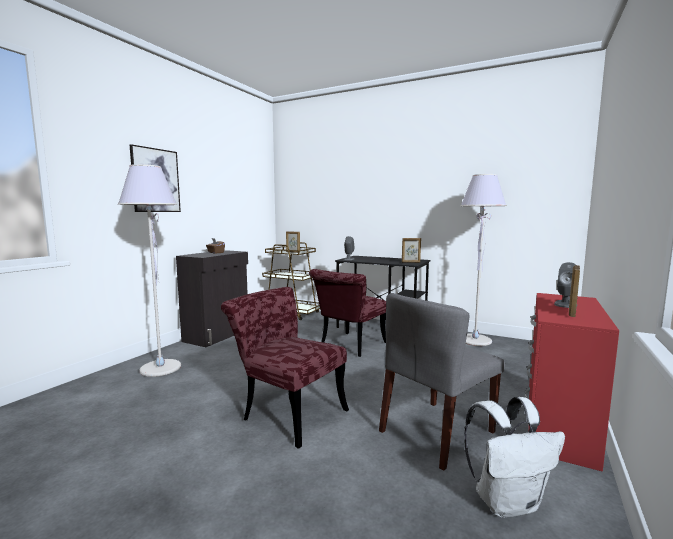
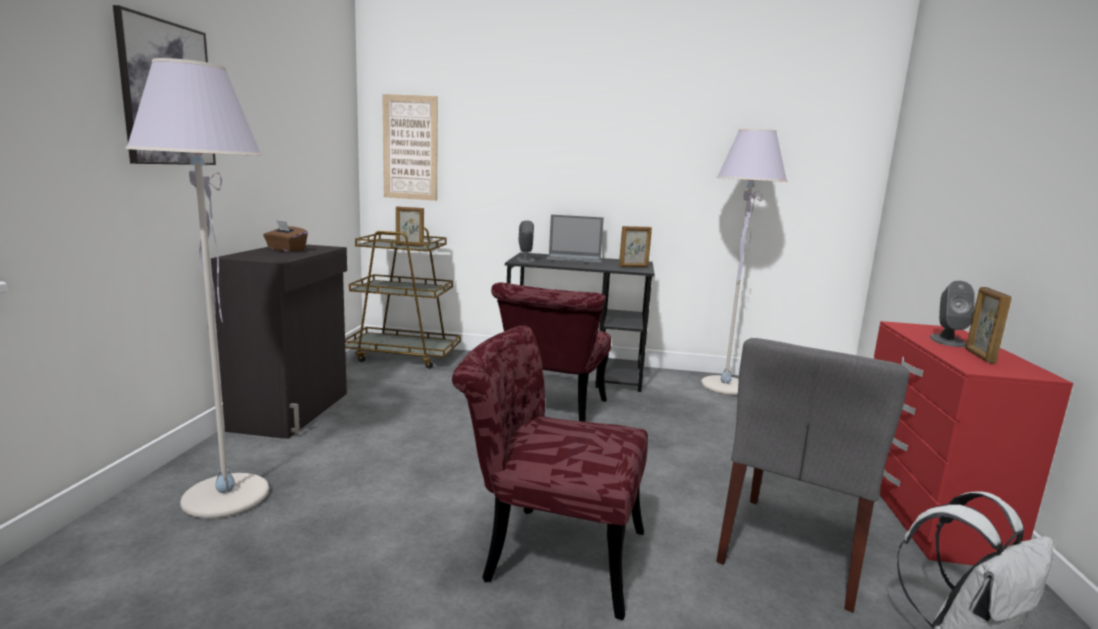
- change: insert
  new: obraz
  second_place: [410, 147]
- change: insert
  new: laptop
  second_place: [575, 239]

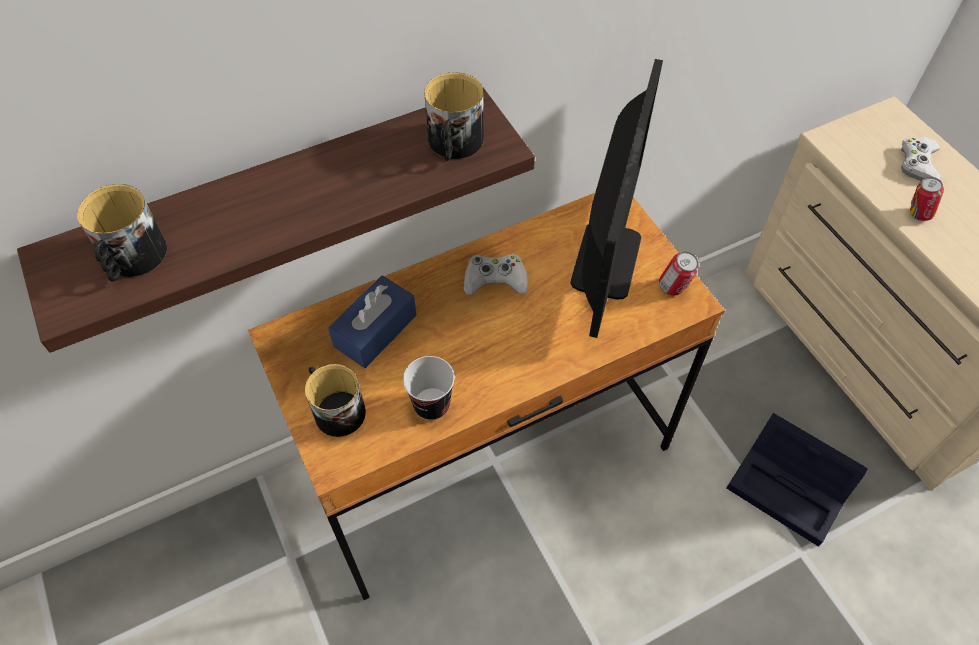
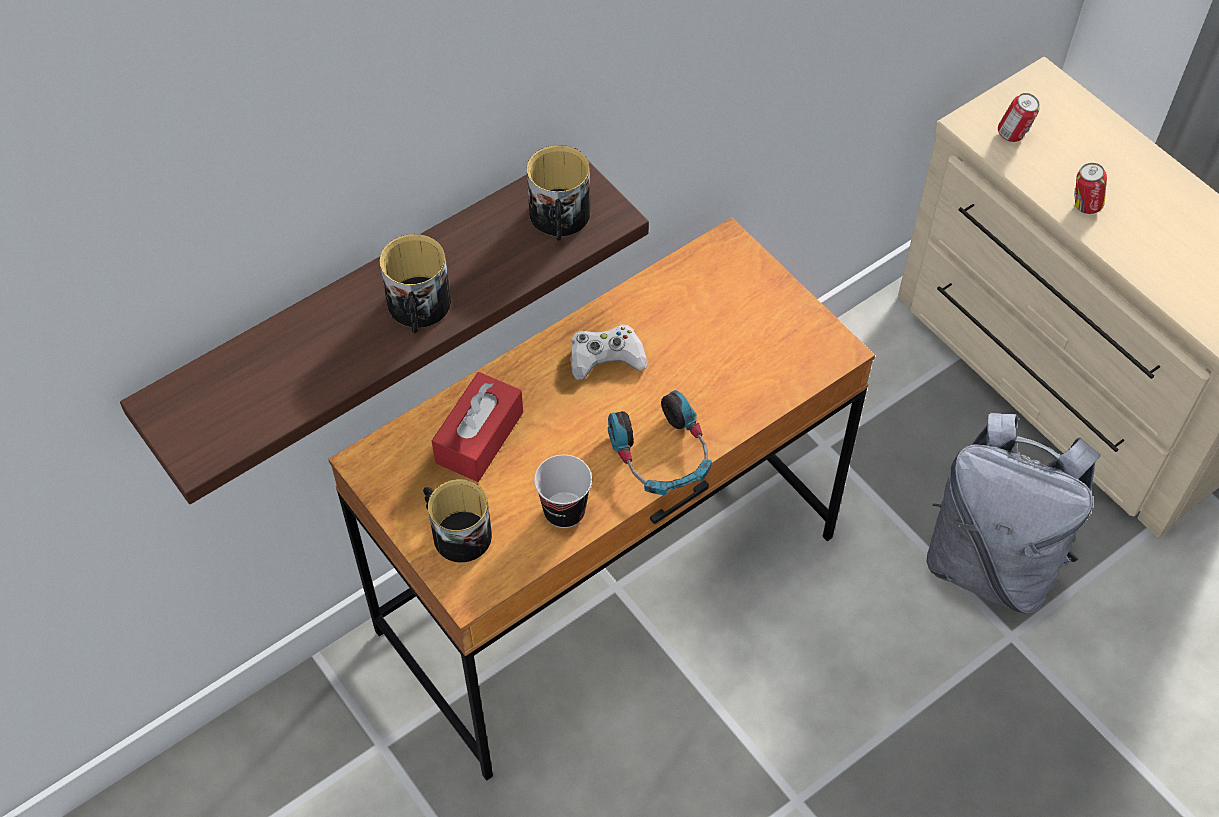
- change: move
  old: kubek
  first_place: [122, 233]
  second_place: [415, 283]
- change: recolor
  old: pudełko chusteczek/niebieski
  new: pudełko chusteczek/czerwony
  first_place: [372, 321]
  second_place: [477, 427]
- change: delete
  old: monitor
  first_place: [616, 198]
- change: move
  old: puszka
  first_place: [679, 274]
  second_place: [1018, 117]
- change: replace
  old: pojemnik do przechowywania/czarny
  new: plecak/szary
  first_place: [797, 480]
  second_place: [1013, 513]
- change: delete
  old: pad do gier/biały
  first_place: [921, 159]
- change: insert
  new: słuchawki
  second_place: [660, 442]

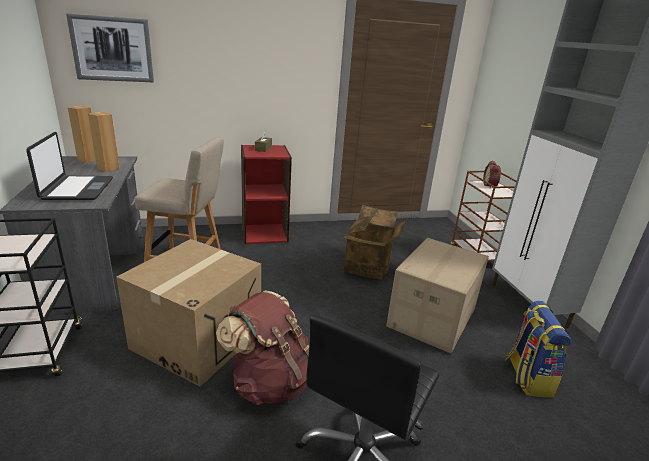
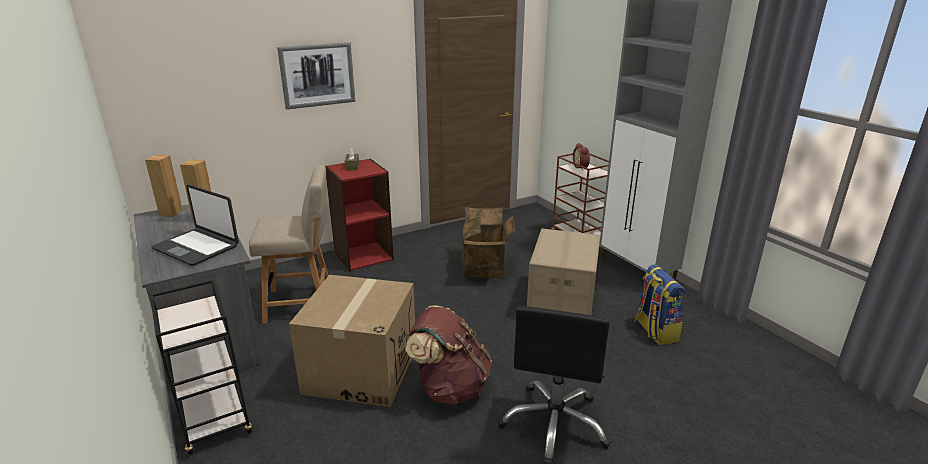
- change: rotate
  old: laptop
  first_place: [69, 166]
  second_place: [195, 225]
  degrees: 150
- change: move
  old: obraz
  first_place: [110, 48]
  second_place: [316, 76]

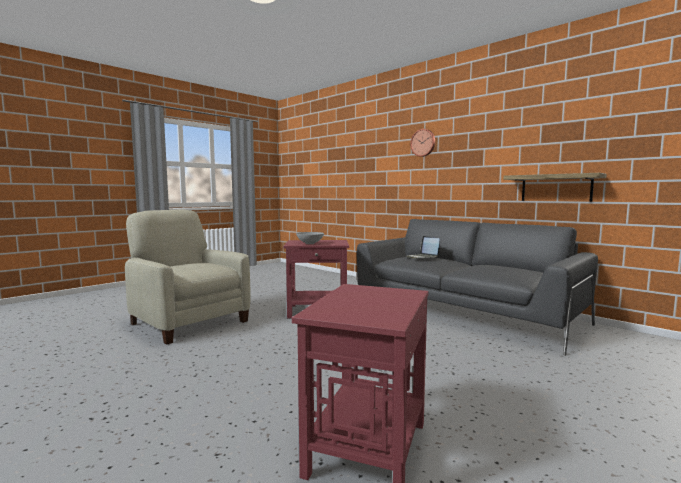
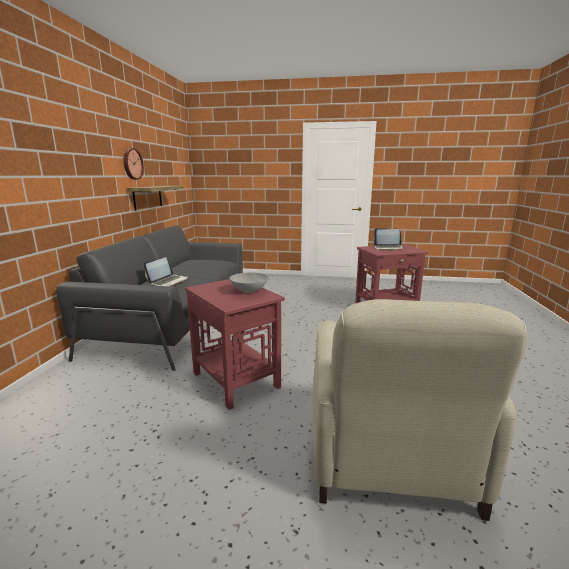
- change: move
  old: zegar ścienny
  first_place: [422, 143]
  second_place: [133, 164]
- change: insert
  new: laptop
  second_place: [388, 239]

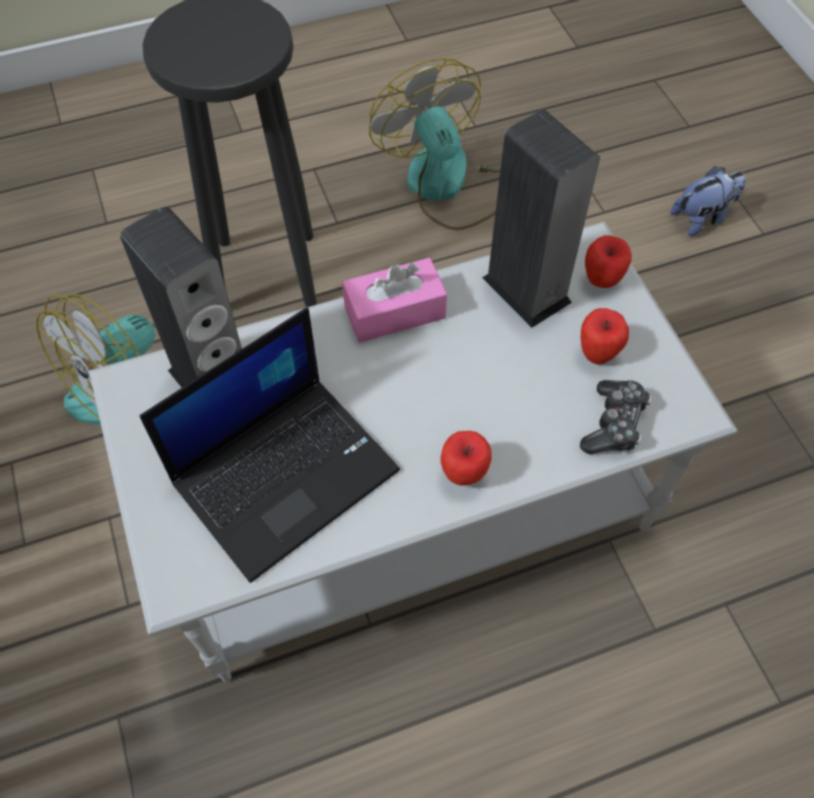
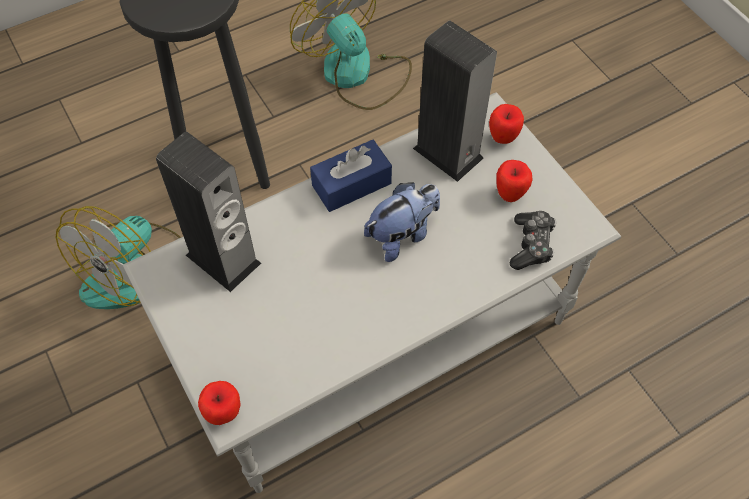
- change: delete
  old: laptop
  first_place: [269, 445]
- change: recolor
  old: pudełko chusteczek/różowy
  new: pudełko chusteczek/niebieski
  first_place: [394, 300]
  second_place: [351, 175]
- change: move
  old: jabłko
  first_place: [466, 458]
  second_place: [219, 403]
- change: move
  old: pluszak
  first_place: [708, 201]
  second_place: [402, 222]

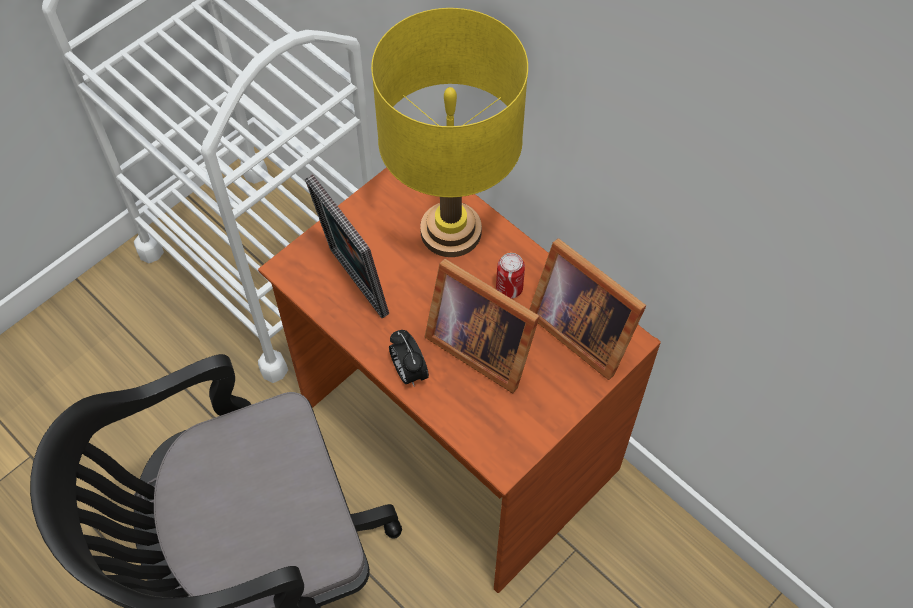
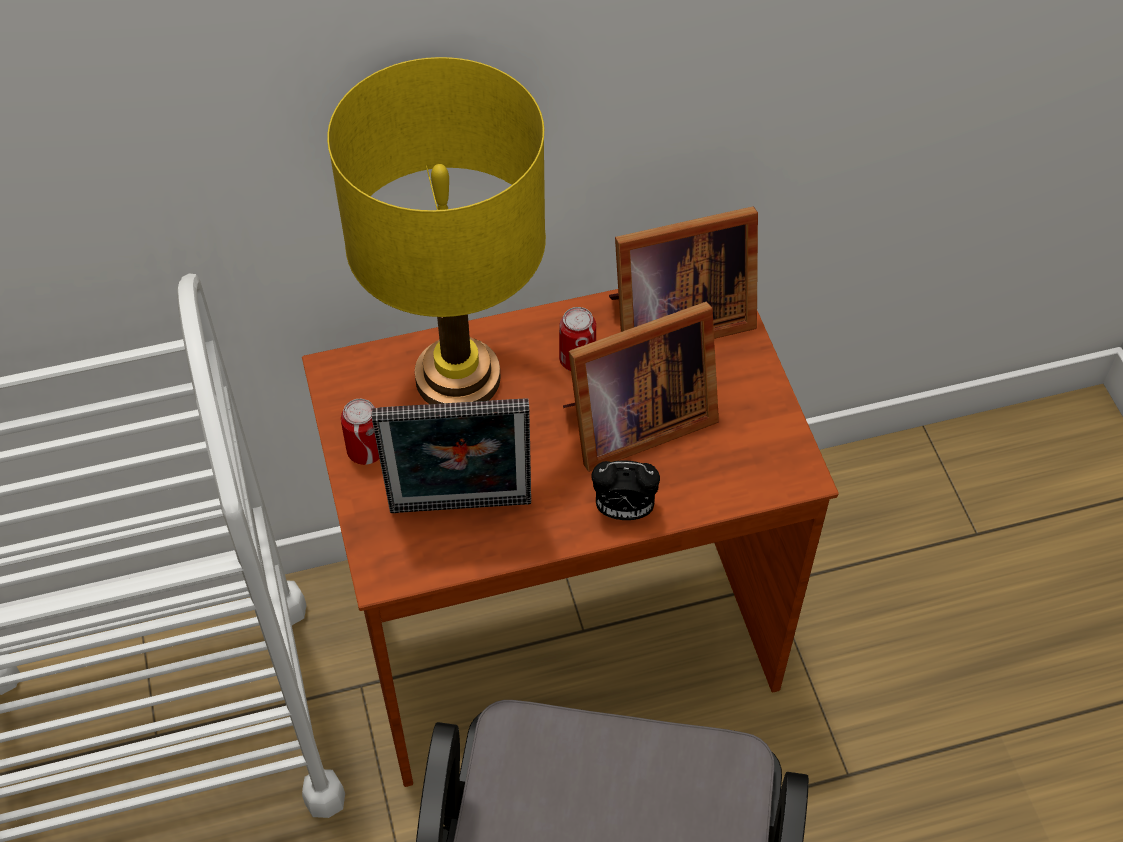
- change: insert
  new: puszka
  second_place: [360, 432]

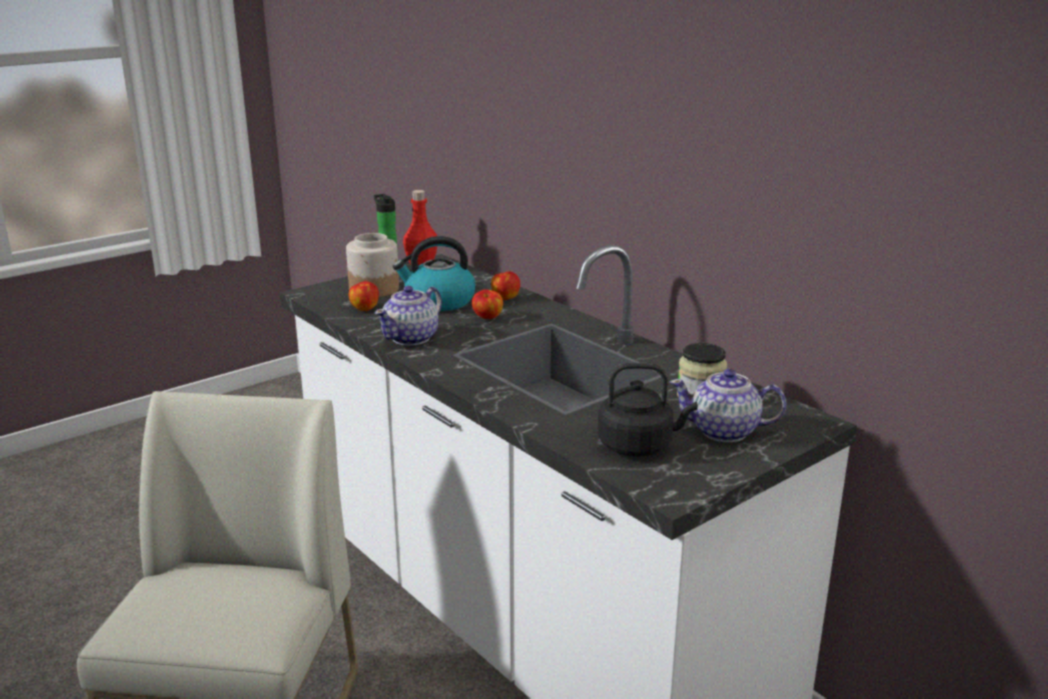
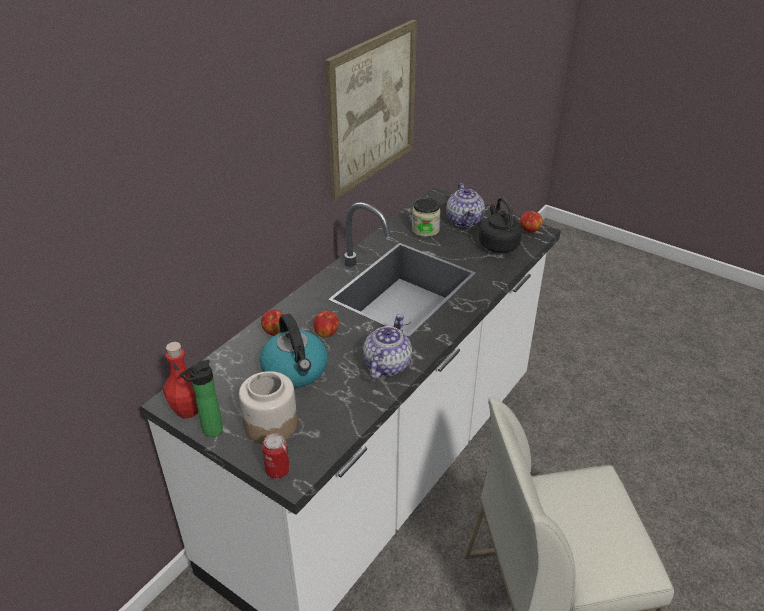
- change: move
  old: jabłko
  first_place: [363, 296]
  second_place: [531, 222]
- change: rotate
  old: imbryk
  first_place: [408, 316]
  second_place: [387, 347]
  degrees: -90
- change: insert
  new: puszka
  second_place: [276, 456]
- change: insert
  new: obraz
  second_place: [371, 110]

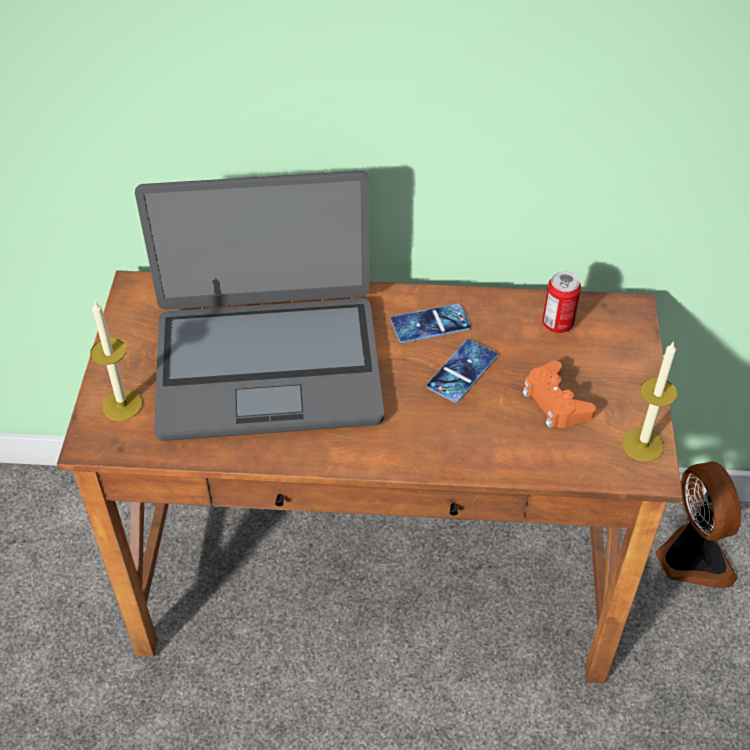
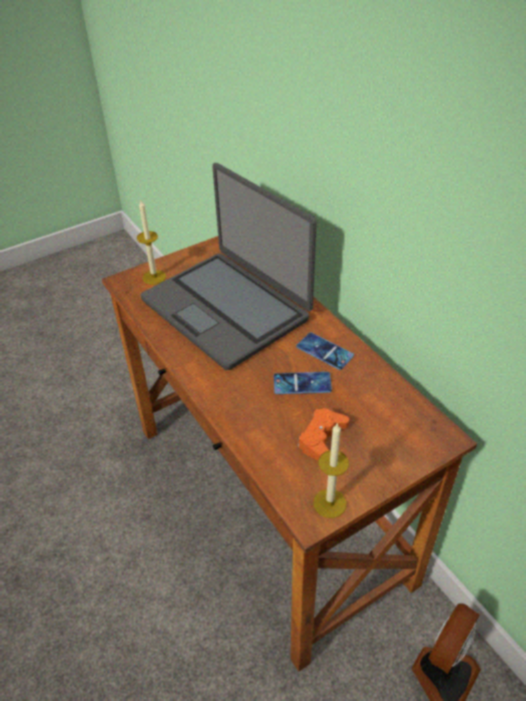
- change: delete
  old: puszka
  first_place: [561, 302]

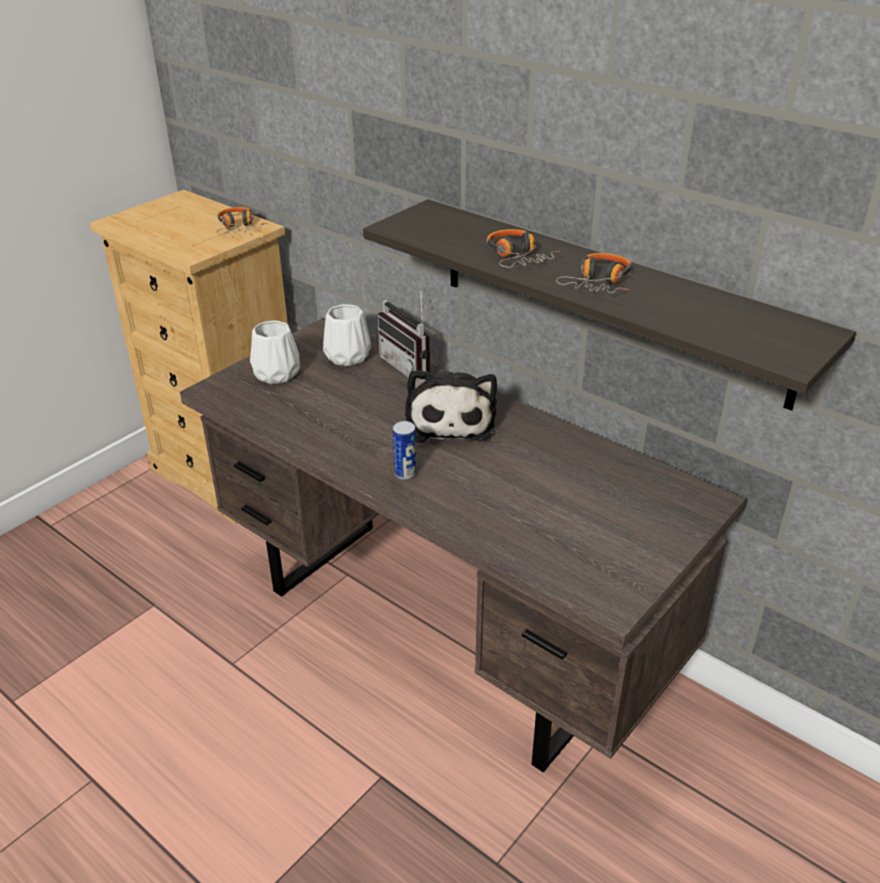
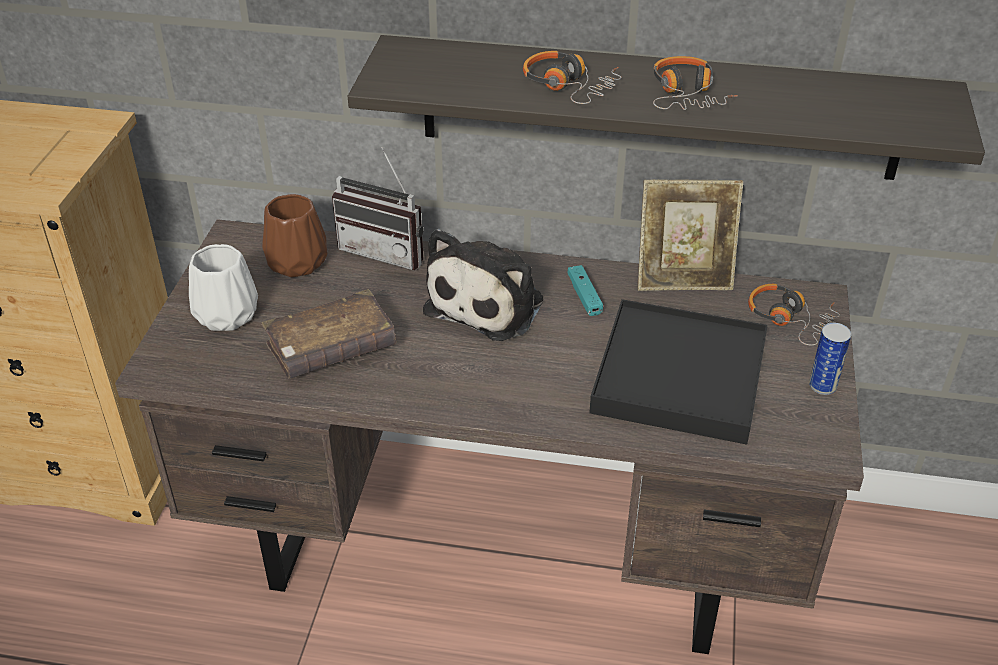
- change: move
  old: słuchawki
  first_place: [241, 221]
  second_place: [794, 315]
- change: recolor
  old: wazon/biały
  new: wazon/brązowy
  first_place: [347, 335]
  second_place: [294, 235]
- change: move
  old: puszka
  first_place: [404, 450]
  second_place: [830, 359]
- change: rotate
  old: pluszak
  first_place: [451, 406]
  second_place: [483, 285]
  degrees: 60
- change: insert
  new: książka/brązowy
  second_place: [328, 334]
- change: insert
  new: pad do gier/turkusowy
  second_place: [585, 290]
- change: insert
  new: taca/czarny
  second_place: [678, 371]
- change: insert
  new: ramka na zdjęcie
  second_place: [690, 235]

